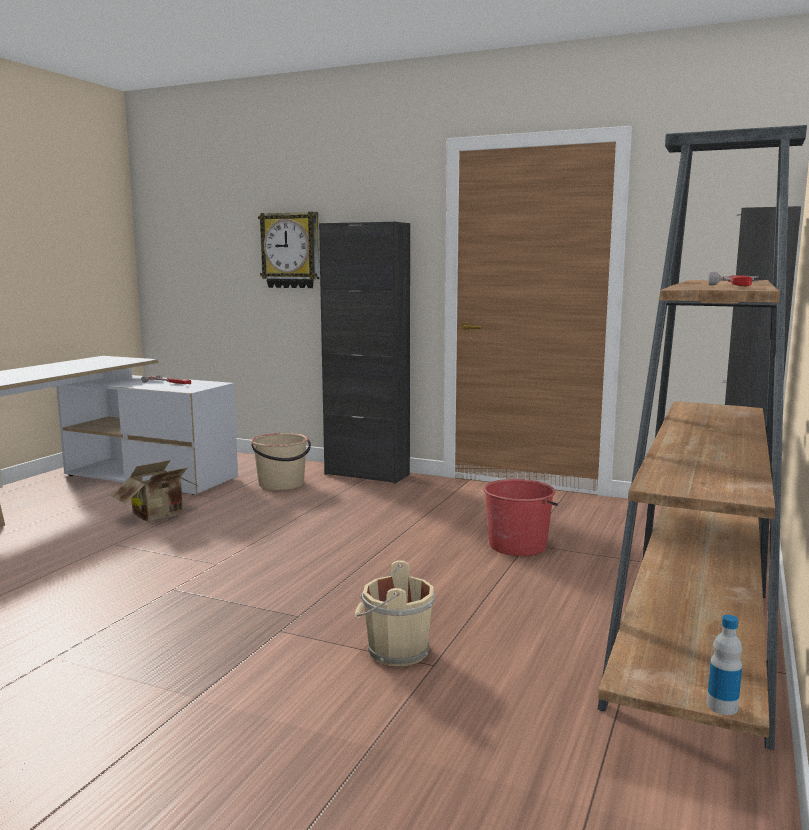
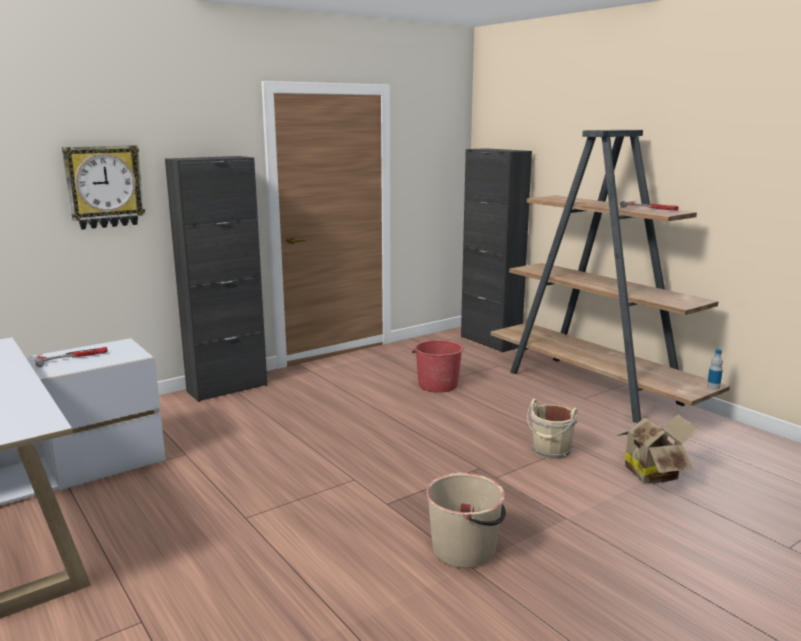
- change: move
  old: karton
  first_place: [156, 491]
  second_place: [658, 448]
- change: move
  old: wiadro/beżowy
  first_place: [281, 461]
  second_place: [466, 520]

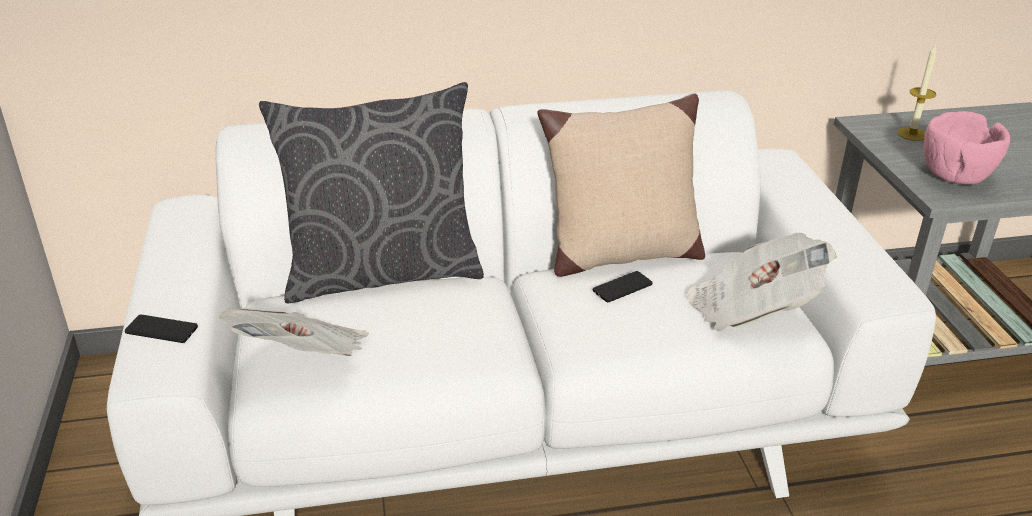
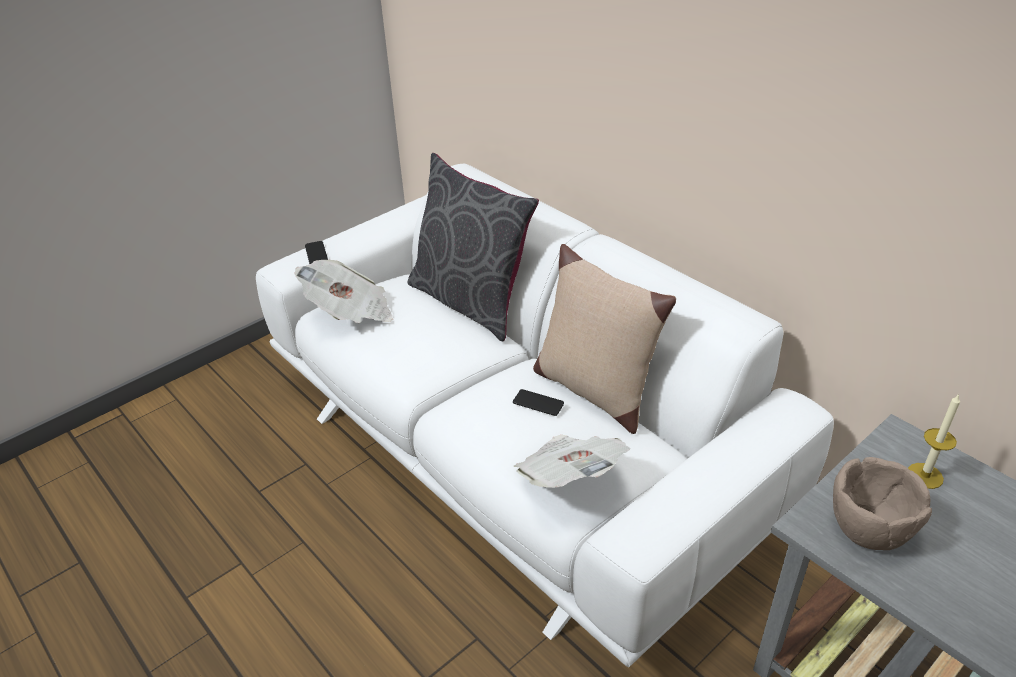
- change: recolor
  old: miska/różowy
  new: miska/brązowy
  first_place: [967, 148]
  second_place: [882, 503]

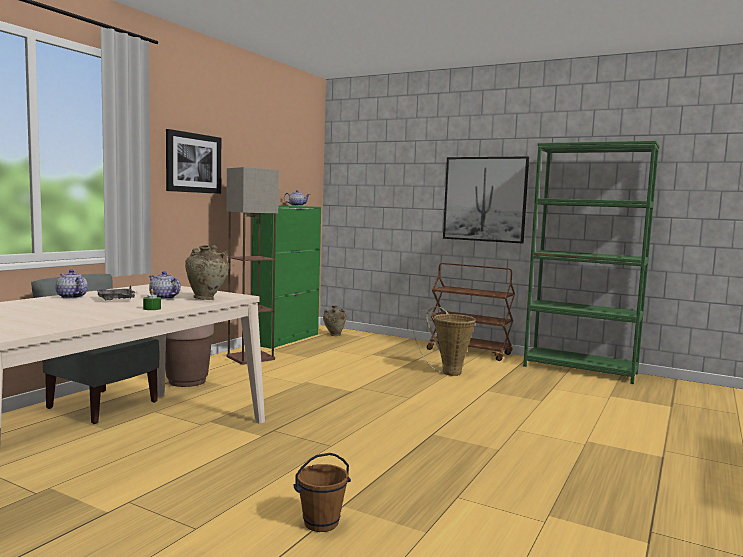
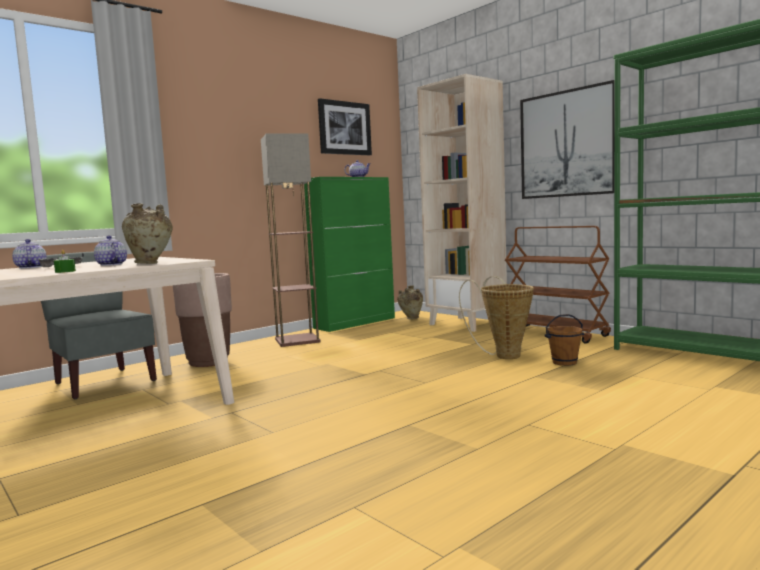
- change: move
  old: obraz
  first_place: [193, 161]
  second_place: [345, 126]
- change: move
  old: wiadro/brązowy
  first_place: [322, 492]
  second_place: [564, 340]
- change: insert
  new: regał/beżowy
  second_place: [462, 203]

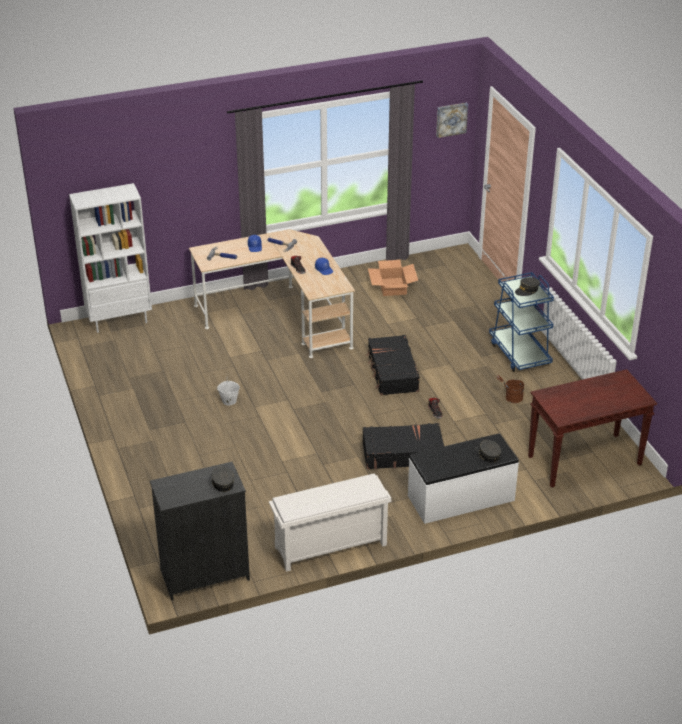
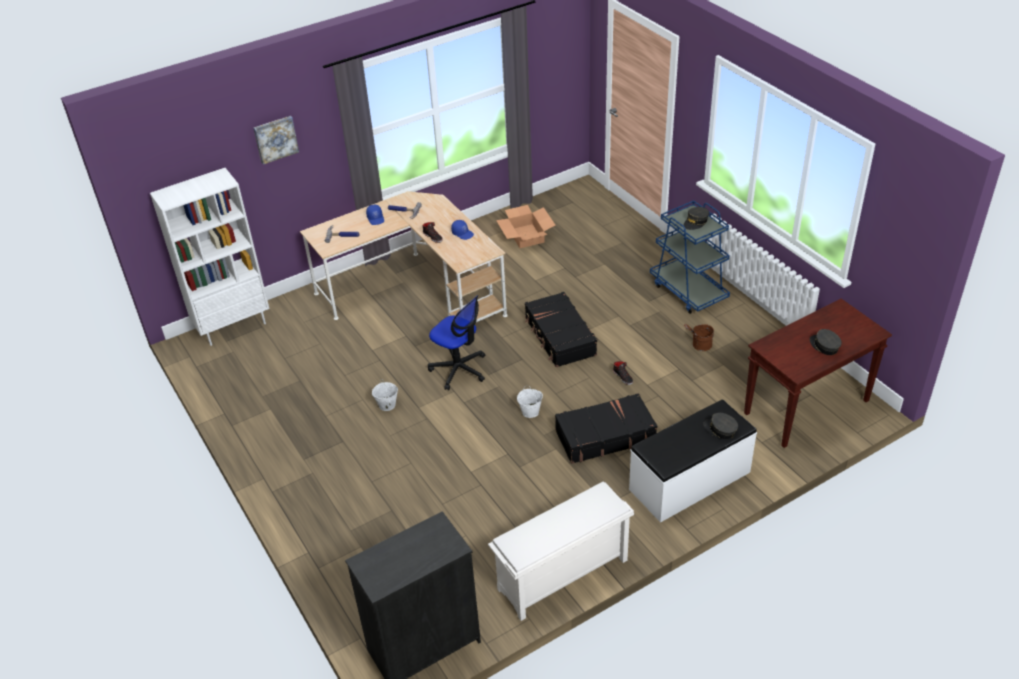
- change: move
  old: czapka z daszkiem/szary
  first_place: [223, 479]
  second_place: [826, 342]
- change: move
  old: obraz
  first_place: [452, 120]
  second_place: [276, 140]
- change: insert
  new: krzesło biurowe
  second_place: [456, 342]
- change: insert
  new: wiadro/biały
  second_place: [530, 402]

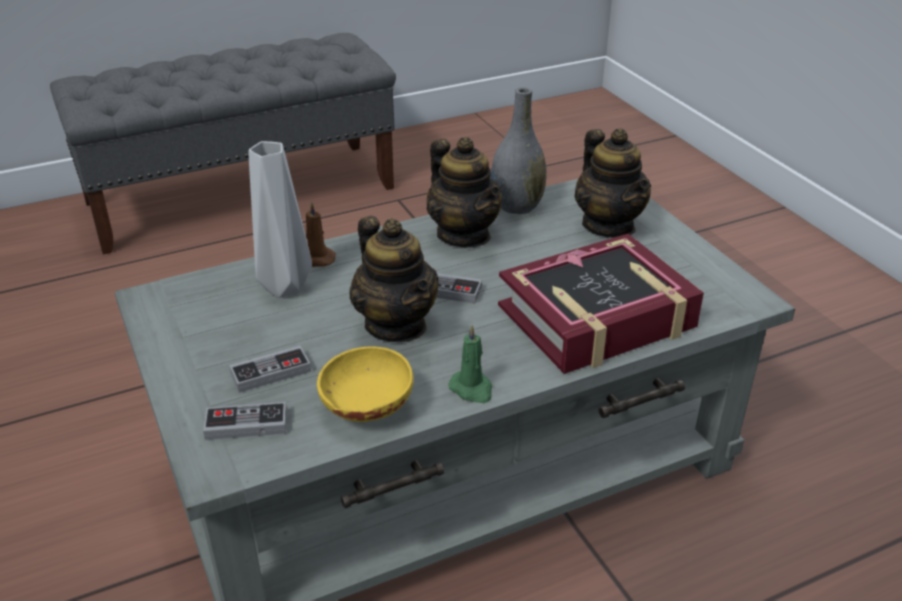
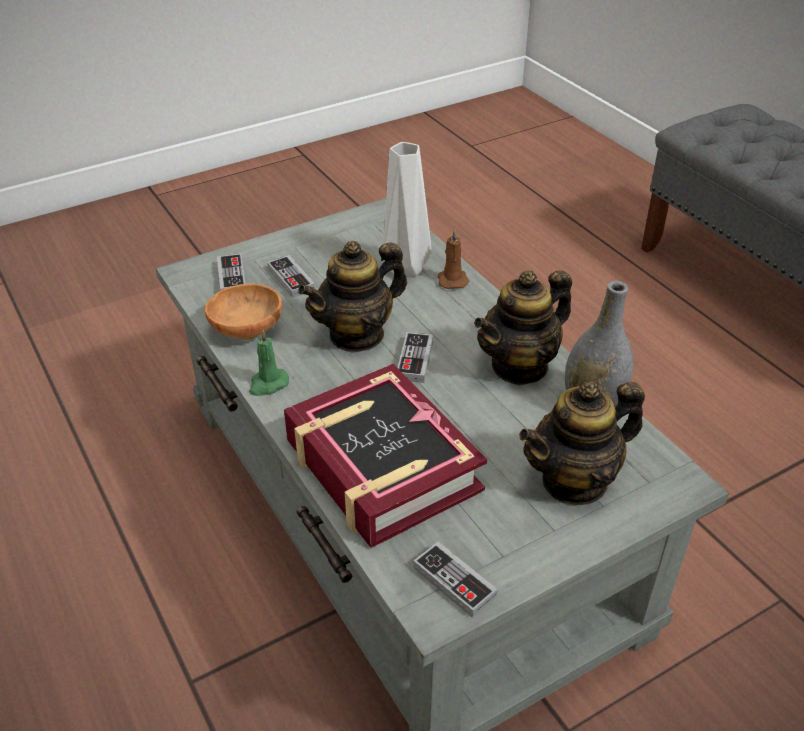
- change: recolor
  old: miska/żółty
  new: miska/brązowy
  first_place: [365, 384]
  second_place: [243, 311]
- change: insert
  new: pad do gier
  second_place: [455, 580]

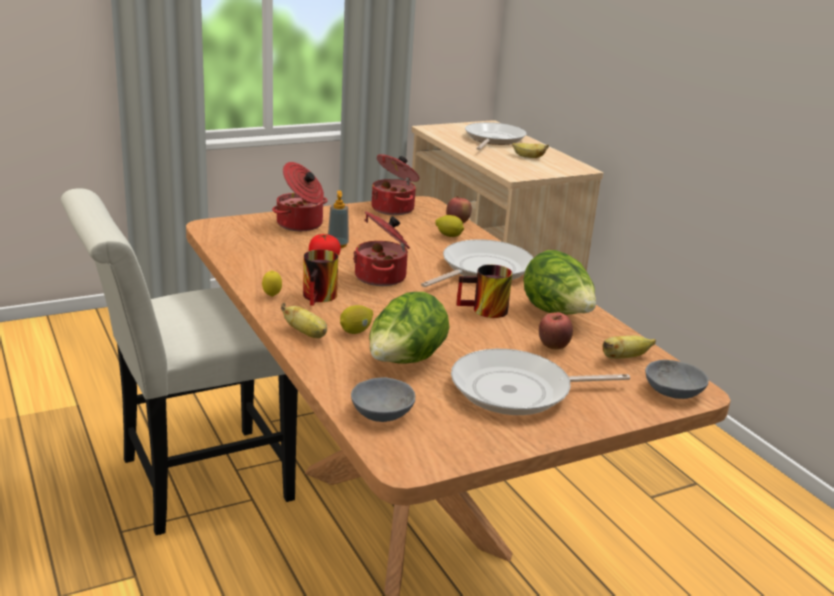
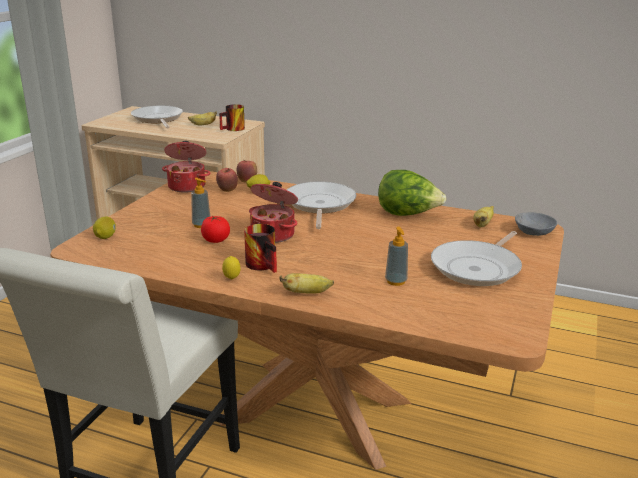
- change: delete
  old: garnek
  first_place: [300, 196]
- change: move
  old: cytryna
  first_place: [356, 319]
  second_place: [104, 228]
- change: delete
  old: miska/szary
  first_place: [383, 399]
- change: replace
  old: sałata
  new: dozownik mydła
  first_place: [409, 328]
  second_place: [396, 256]
- change: move
  old: kubek
  first_place: [484, 291]
  second_place: [232, 117]
- change: move
  old: jabłko
  first_place: [556, 331]
  second_place: [227, 180]

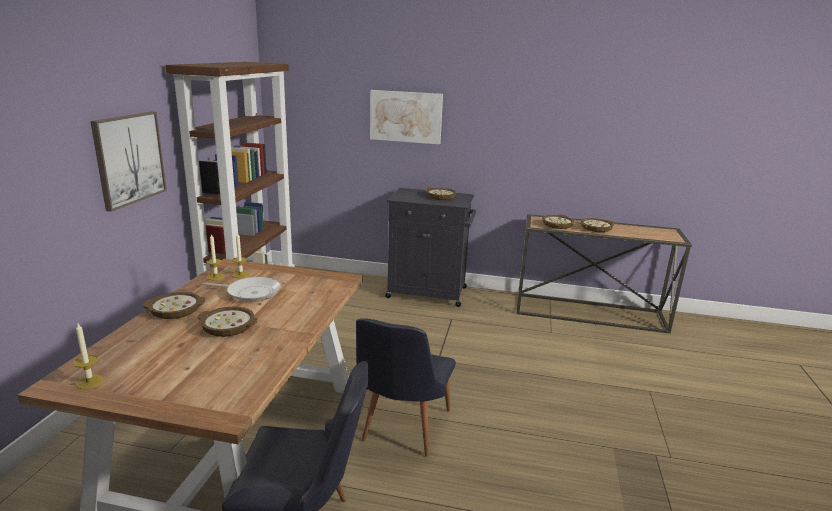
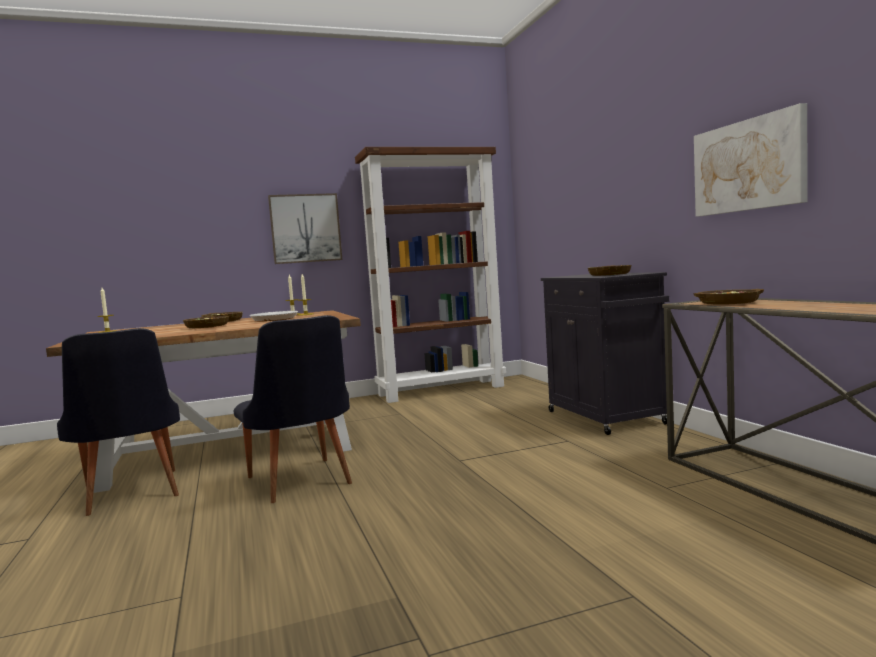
- change: rotate
  old: krzesło/czarny
  first_place: [406, 387]
  second_place: [293, 409]
  degrees: -105
- change: move
  old: obraz
  first_place: [406, 117]
  second_place: [751, 160]
- change: delete
  old: miska
  first_place: [597, 225]

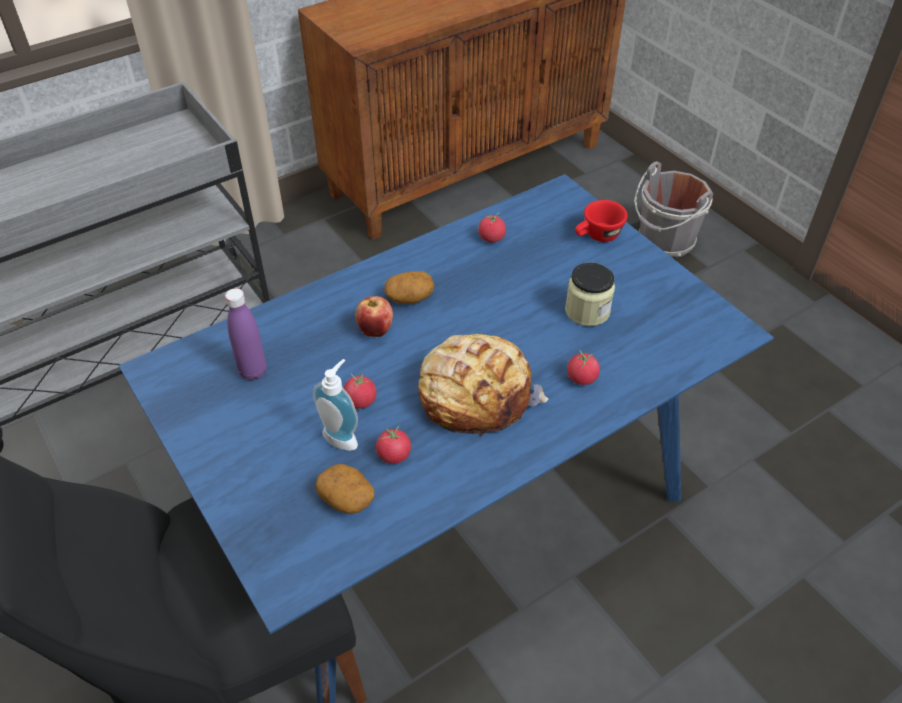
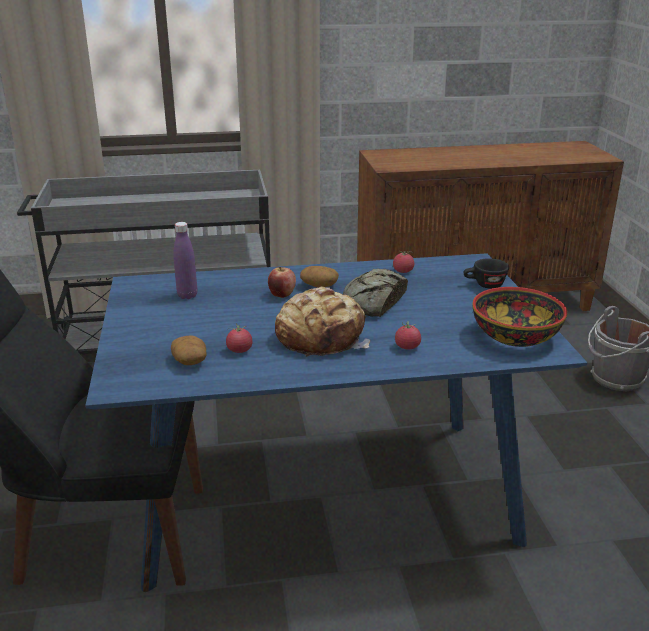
- change: delete
  old: dozownik mydła
  first_place: [335, 405]
- change: delete
  old: pomidor
  first_place: [360, 391]
- change: delete
  old: słoik
  first_place: [590, 294]
- change: recolor
  old: filiżanka/czerwony
  new: filiżanka/czarny
  first_place: [601, 221]
  second_place: [486, 273]
- change: insert
  new: chleb
  second_place: [375, 292]
- change: insert
  new: miska
  second_place: [519, 317]

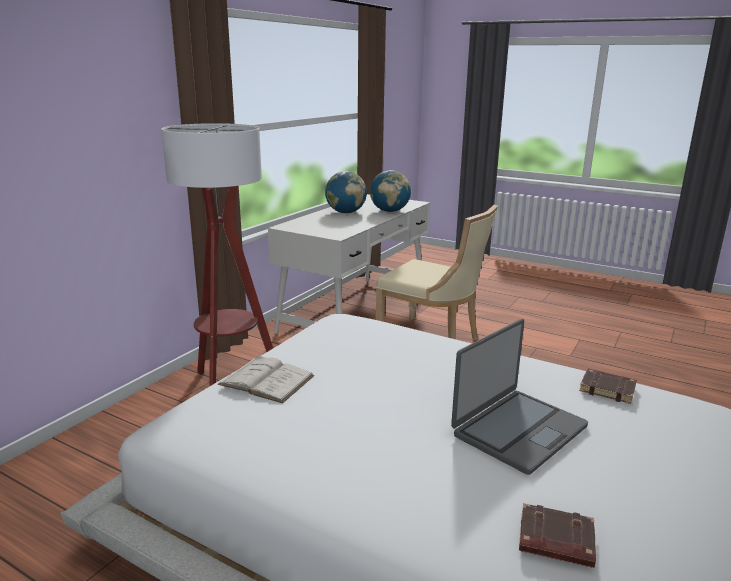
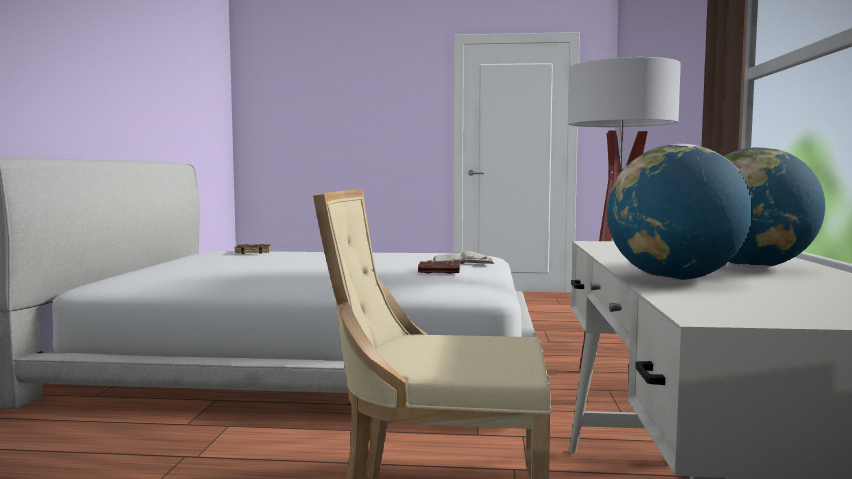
- change: delete
  old: laptop
  first_place: [519, 397]
- change: move
  old: książka/brązowy
  first_place: [608, 386]
  second_place: [439, 267]

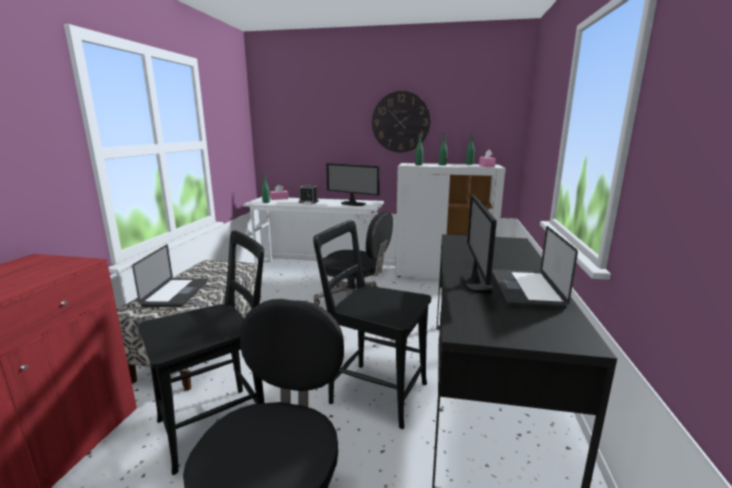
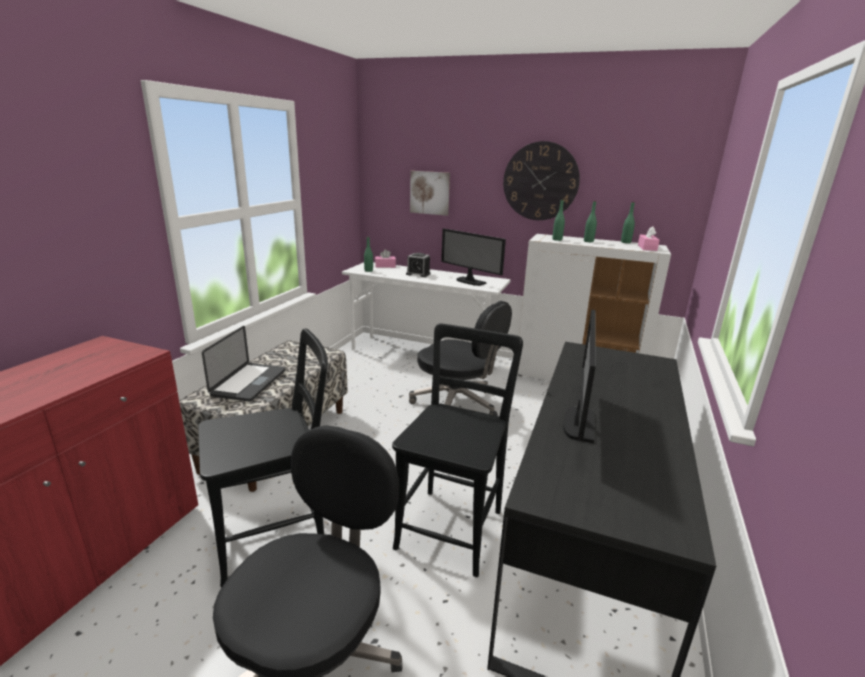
- change: rotate
  old: krzesło/czarny
  first_place: [372, 324]
  second_place: [457, 450]
  degrees: 75
- change: delete
  old: laptop
  first_place: [535, 267]
- change: insert
  new: obraz
  second_place: [430, 193]

